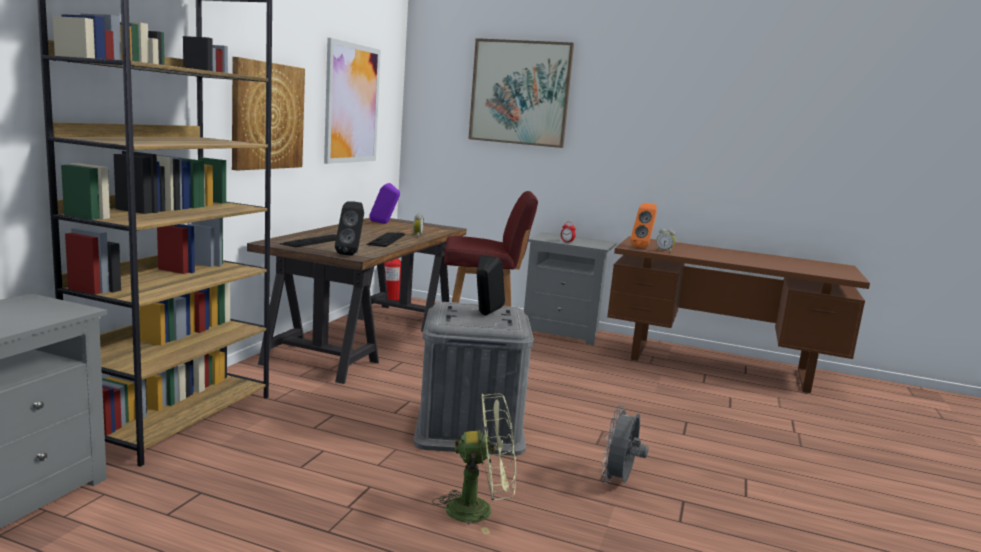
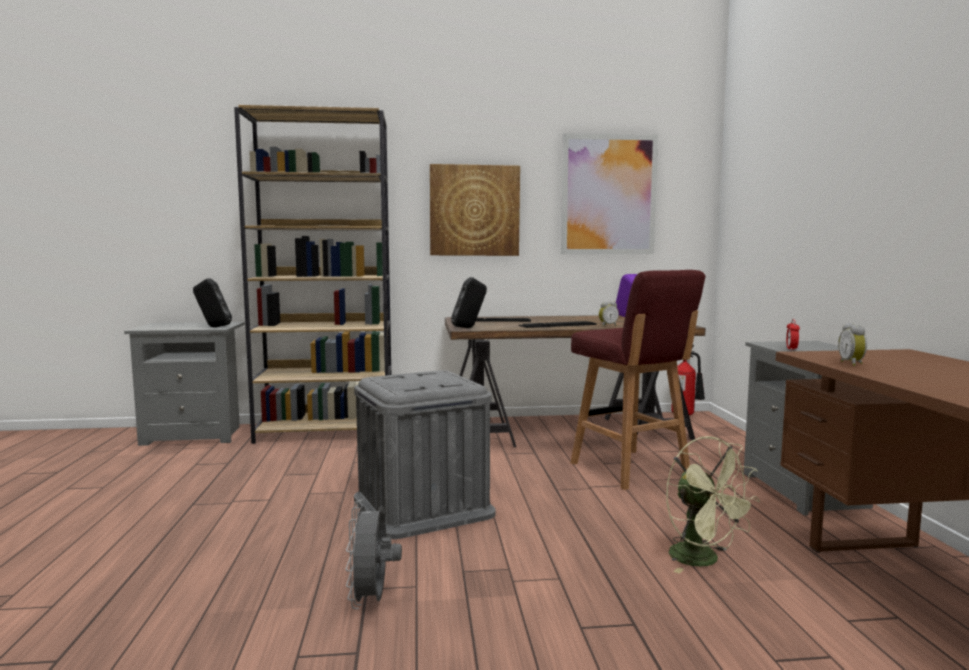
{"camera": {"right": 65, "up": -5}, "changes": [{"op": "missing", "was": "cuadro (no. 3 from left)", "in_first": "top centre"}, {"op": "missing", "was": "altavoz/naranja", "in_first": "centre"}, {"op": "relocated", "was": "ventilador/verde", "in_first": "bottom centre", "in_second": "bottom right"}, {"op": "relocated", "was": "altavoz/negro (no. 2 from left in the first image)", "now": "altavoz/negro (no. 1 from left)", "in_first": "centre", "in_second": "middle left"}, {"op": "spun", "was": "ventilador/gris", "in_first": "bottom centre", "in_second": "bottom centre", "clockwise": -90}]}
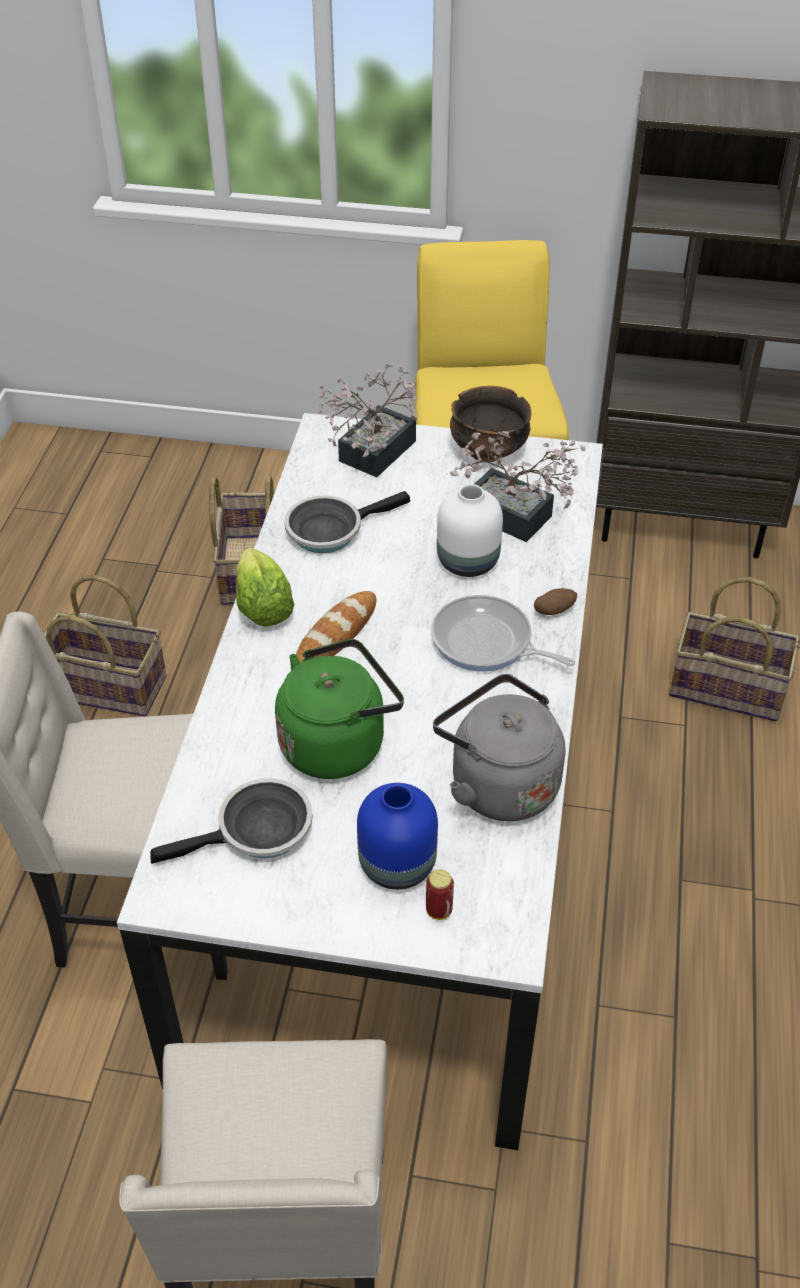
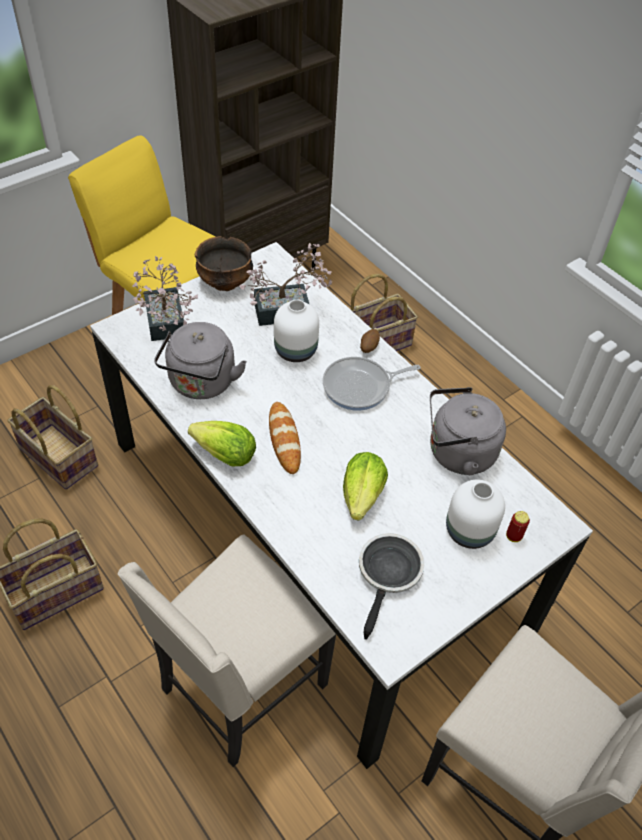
{"camera": {"right": -50, "up": 5}, "changes": [{"op": "exchanged", "was": "hervidor/verde", "now": "lechuga (no. 2 from left)", "in_first": "centre", "in_second": "centre"}, {"op": "exchanged", "was": "sartén (no. 2 from left)", "now": "hervidor/gris (no. 1 from left)", "in_first": "centre", "in_second": "middle left"}, {"op": "colour", "was": "florero/azul", "now": "florero/blanco (no. 2 from left)", "in_first": "centre", "in_second": "middle right"}]}
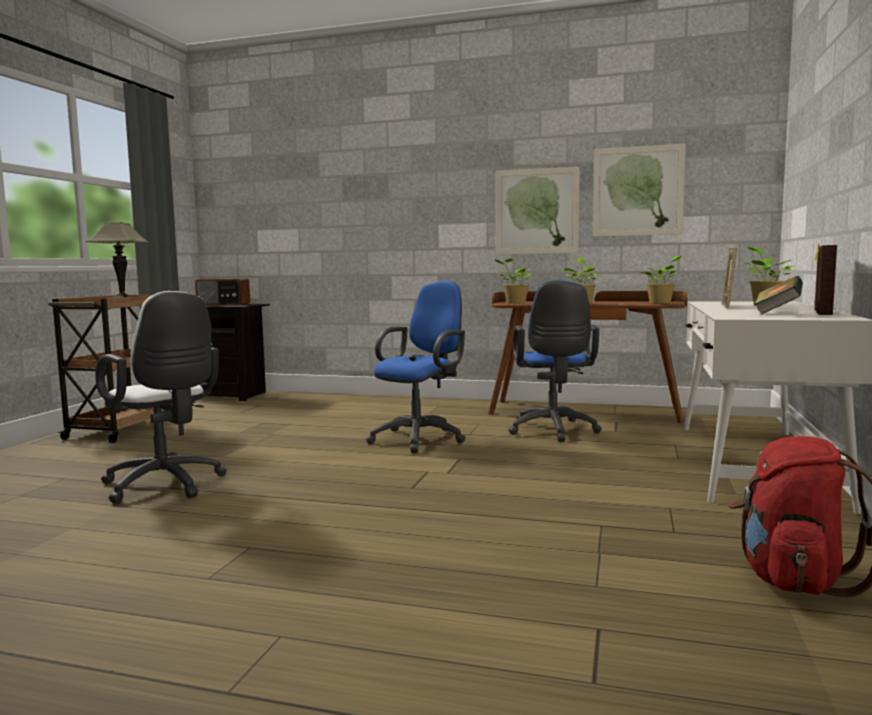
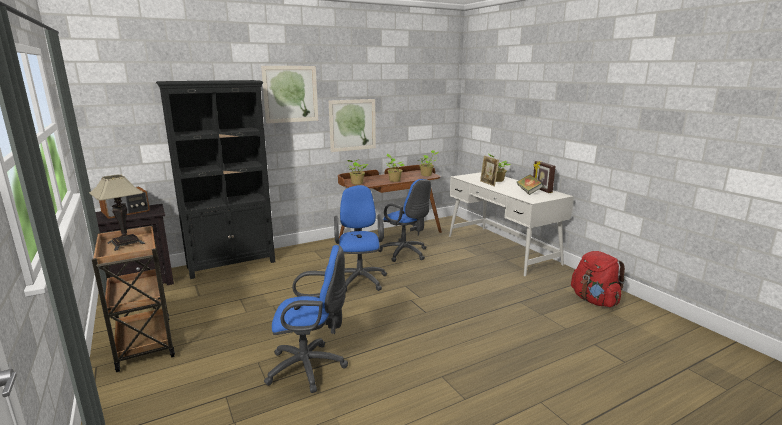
{"camera": {"right": -45, "up": 10}, "changes": [{"op": "appeared", "now": "estantería/negro", "in_second": "middle left"}, {"op": "relocated", "was": "cuadro (no. 2 from left in the first image)", "now": "cuadro (no. 1 from left)", "in_first": "top right", "in_second": "top centre"}, {"op": "colour", "was": "silla de oficina/blanco", "now": "silla de oficina/azul (no. 1 from left)", "in_first": "middle left", "in_second": "bottom centre"}]}
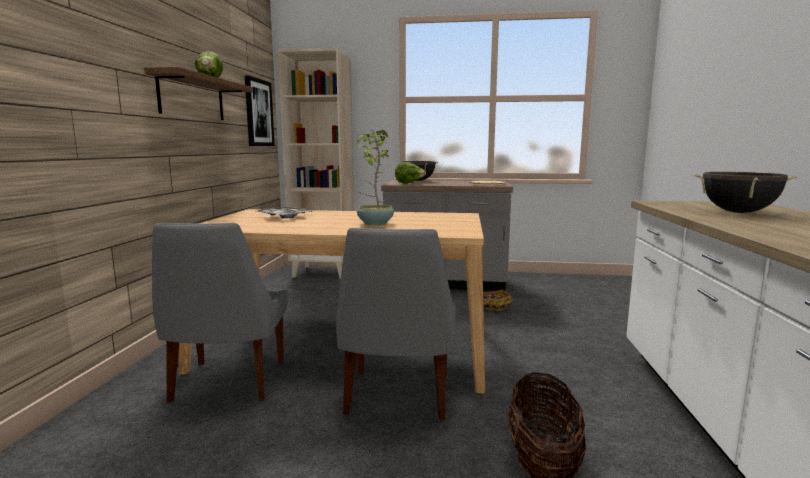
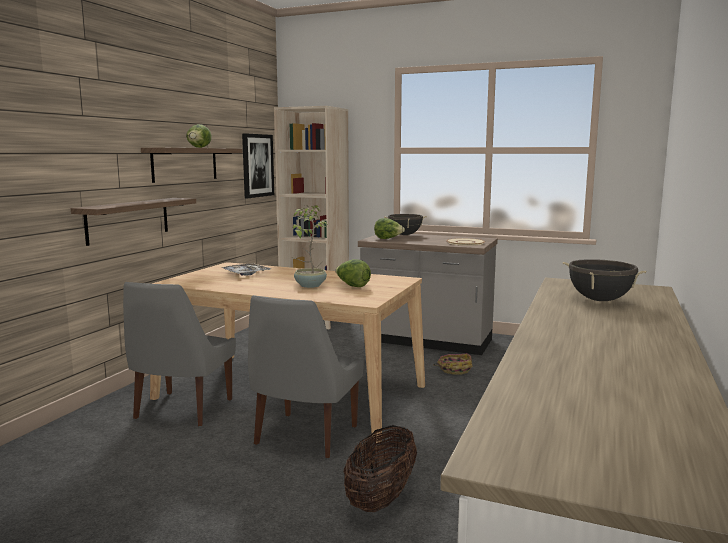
{"camera": {"right": 15, "up": 0}, "changes": [{"op": "appeared", "now": "estante (no. 1 from left)", "in_second": "middle left"}, {"op": "appeared", "now": "lechuga (no. 2 from left)", "in_second": "centre"}]}
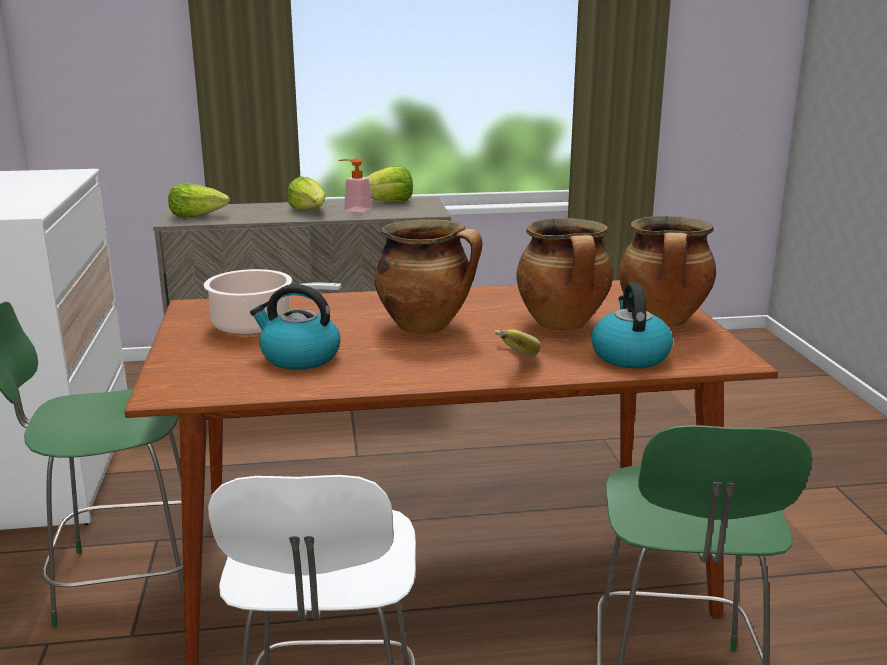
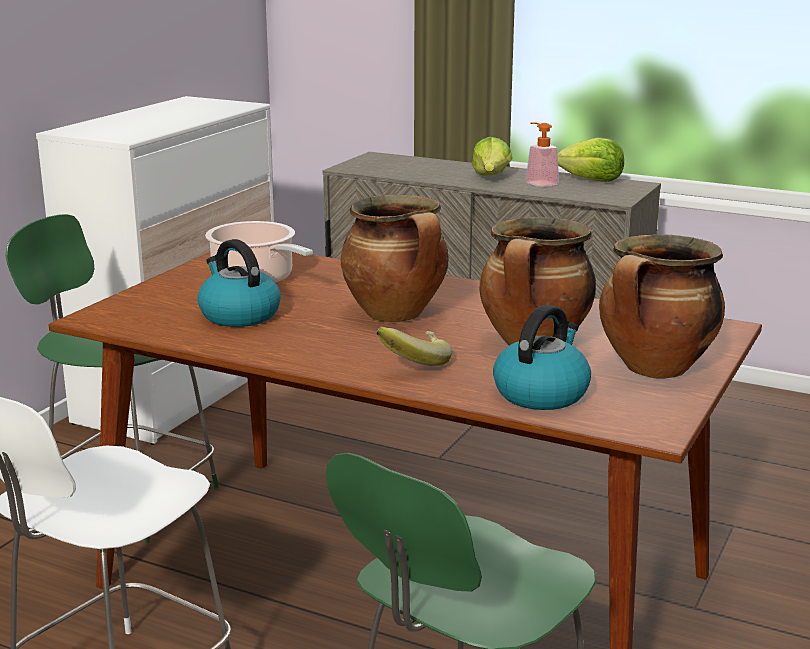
{"camera": {"right": 35, "up": 0}, "changes": [{"op": "missing", "was": "lechuga (no. 1 from left)", "in_first": "top left"}]}
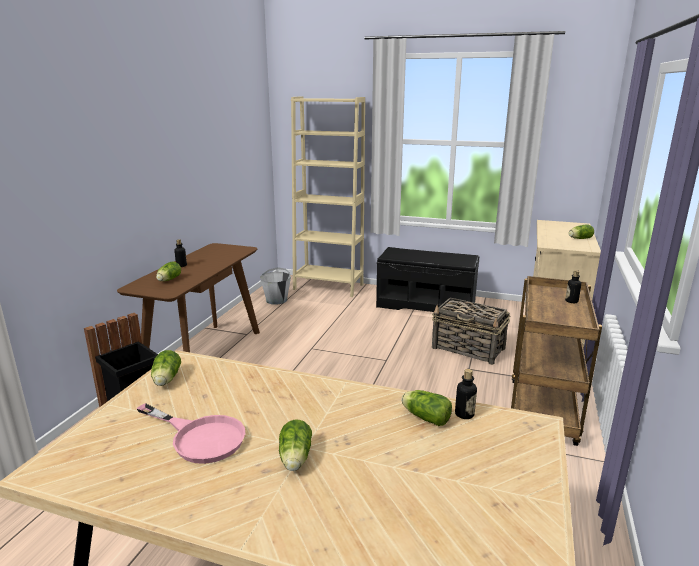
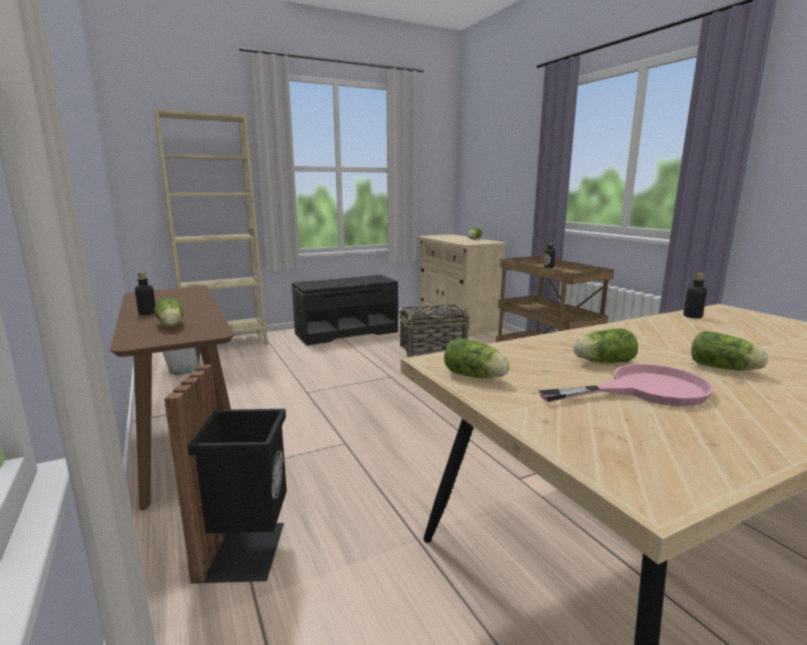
{"camera": {"right": -45, "up": -5}, "changes": [{"op": "relocated", "was": "lechuga (no. 4 from left)", "in_first": "bottom centre", "in_second": "middle right"}]}
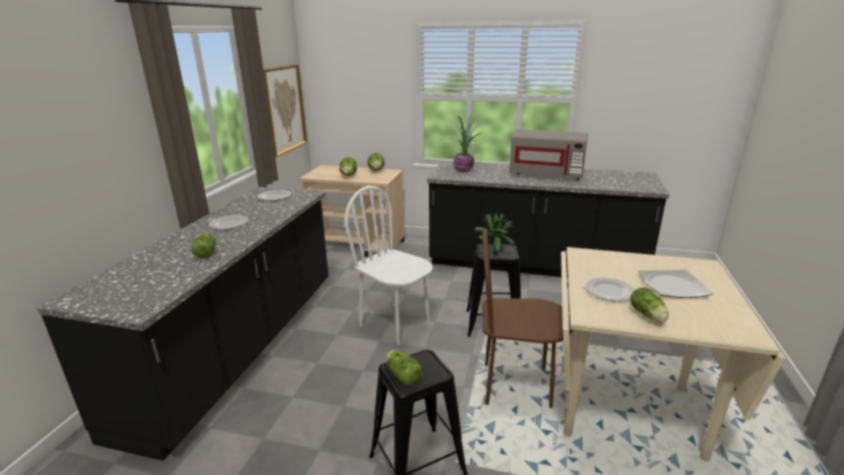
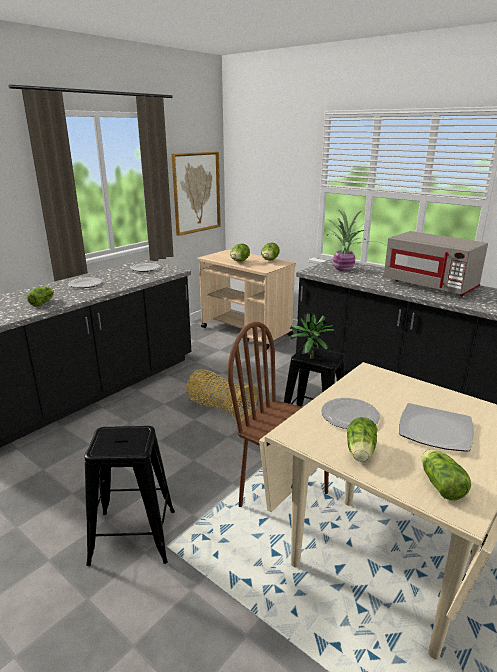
{"camera": {"right": 25, "up": 0}, "changes": [{"op": "relocated", "was": "lechuga (no. 4 from left in the first image)", "now": "lechuga (no. 5 from left)", "in_first": "bottom centre", "in_second": "bottom right"}, {"op": "exchanged", "was": "silla/blanco", "now": "cesta", "in_first": "centre", "in_second": "centre"}]}
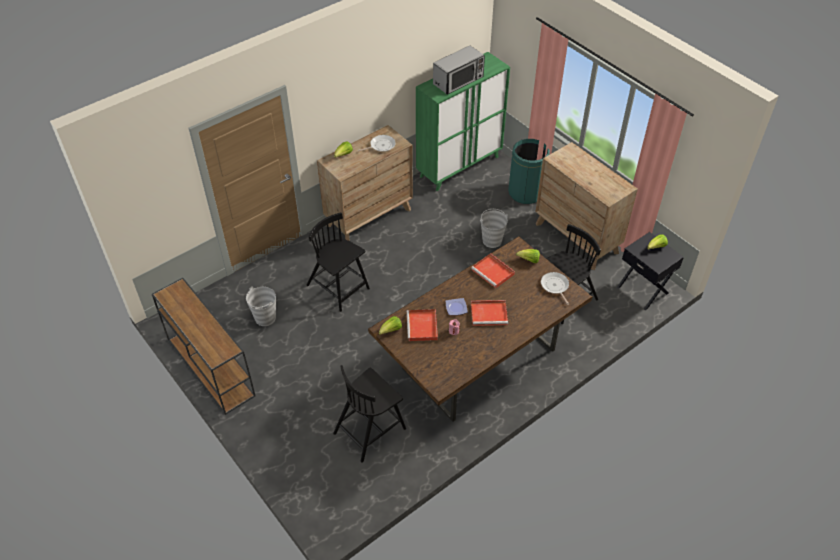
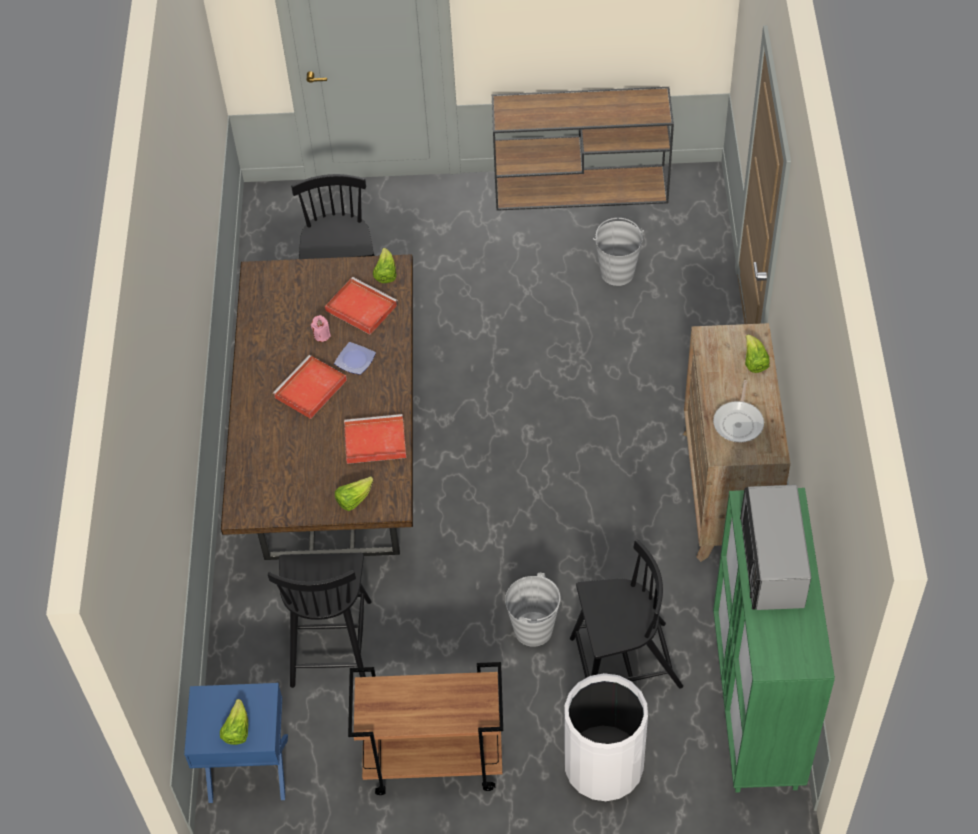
{"camera": {"right": 130, "up": 5}, "changes": [{"op": "missing", "was": "sartén (no. 2 from left)", "in_first": "centre"}, {"op": "relocated", "was": "silla/negro (no. 1 from left in the first image)", "now": "silla/negro (no. 3 from left)", "in_first": "centre", "in_second": "bottom centre"}, {"op": "exchanged", "was": "cómoda/marrón (no. 2 from left)", "now": "carrito/marrón", "in_first": "middle right", "in_second": "bottom centre"}, {"op": "colour", "was": "papelera/verde", "now": "papelera/blanco", "in_first": "top centre", "in_second": "bottom centre"}, {"op": "colour", "was": "mesita de noche/negro", "now": "mesita de noche/azul", "in_first": "middle right", "in_second": "bottom left"}]}
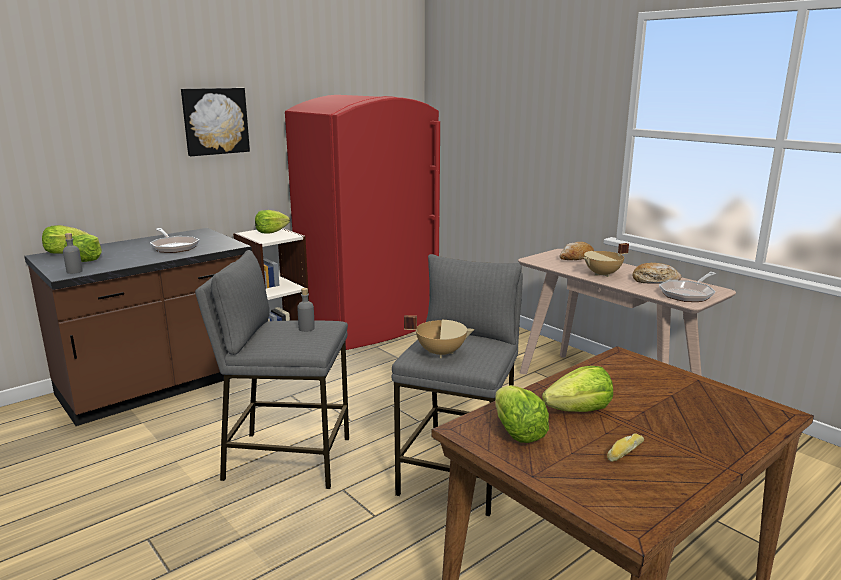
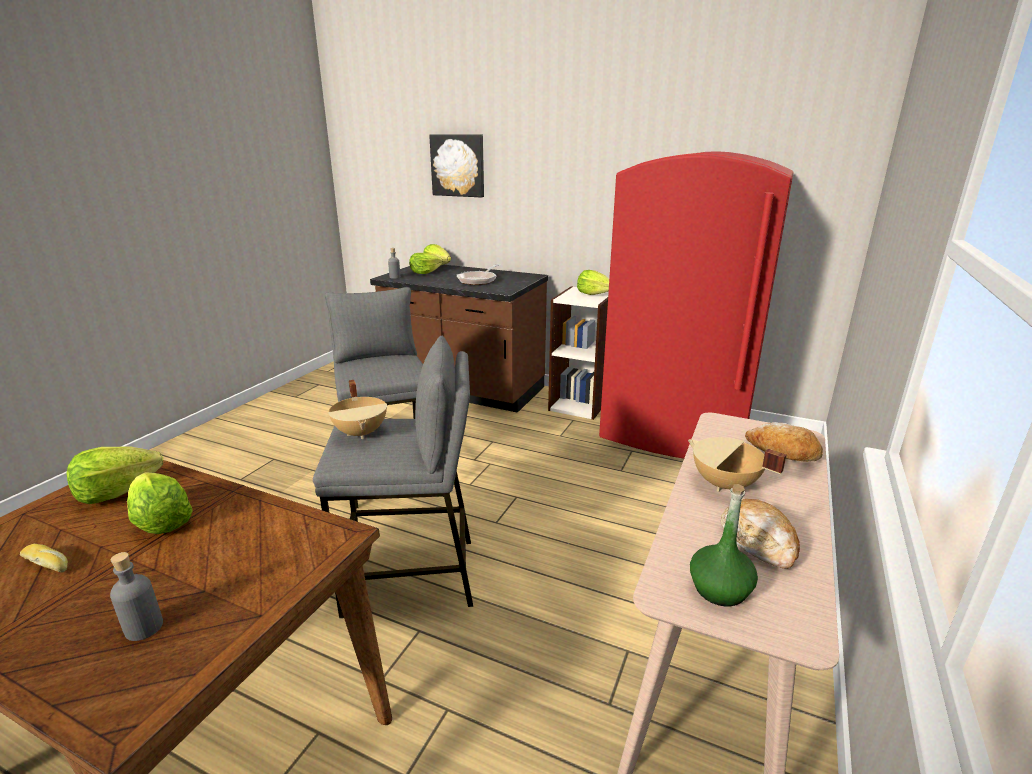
{"camera": {"right": 65, "up": 5}, "changes": [{"op": "relocated", "was": "cuadro", "in_first": "top left", "in_second": "top centre"}, {"op": "relocated", "was": "botella/gris (no. 2 from left in the first image)", "now": "botella/gris (no. 1 from left)", "in_first": "centre", "in_second": "bottom left"}, {"op": "exchanged", "was": "sartén (no. 2 from left)", "now": "botella/verde", "in_first": "middle right", "in_second": "bottom right"}]}
